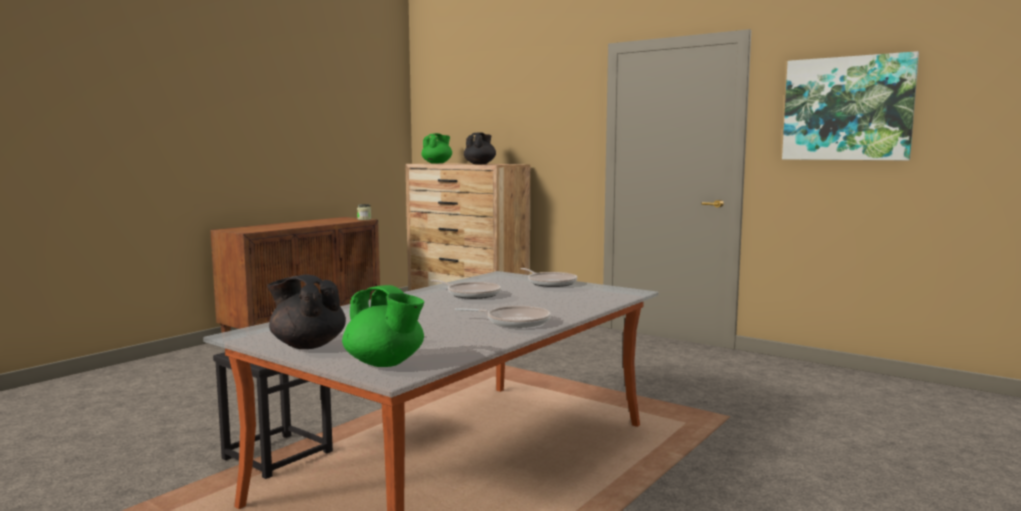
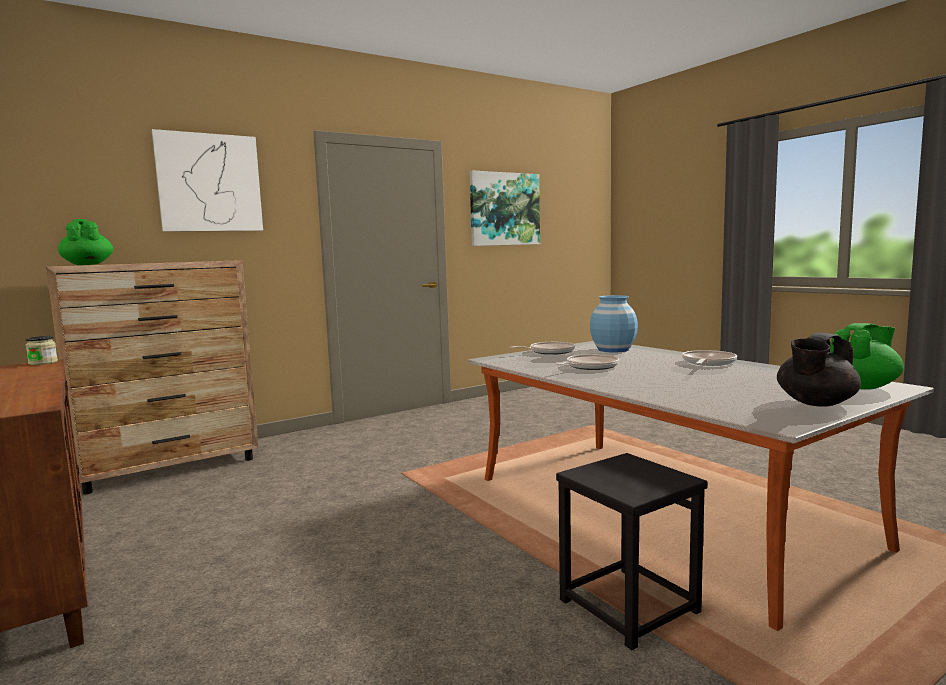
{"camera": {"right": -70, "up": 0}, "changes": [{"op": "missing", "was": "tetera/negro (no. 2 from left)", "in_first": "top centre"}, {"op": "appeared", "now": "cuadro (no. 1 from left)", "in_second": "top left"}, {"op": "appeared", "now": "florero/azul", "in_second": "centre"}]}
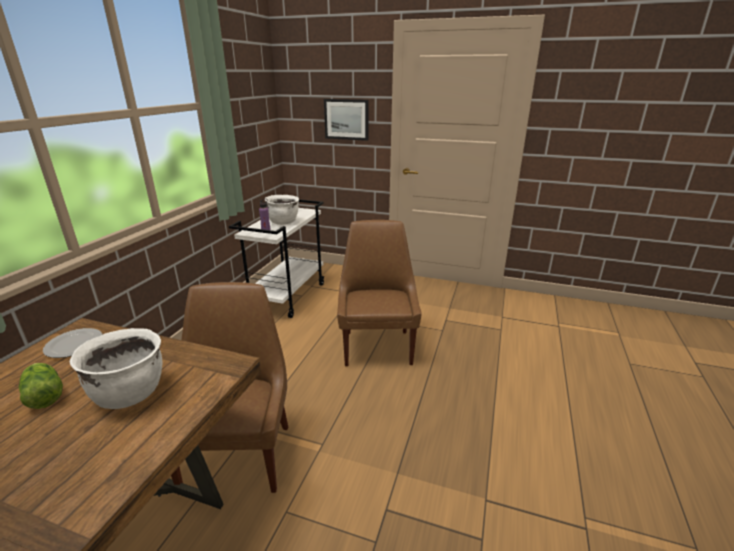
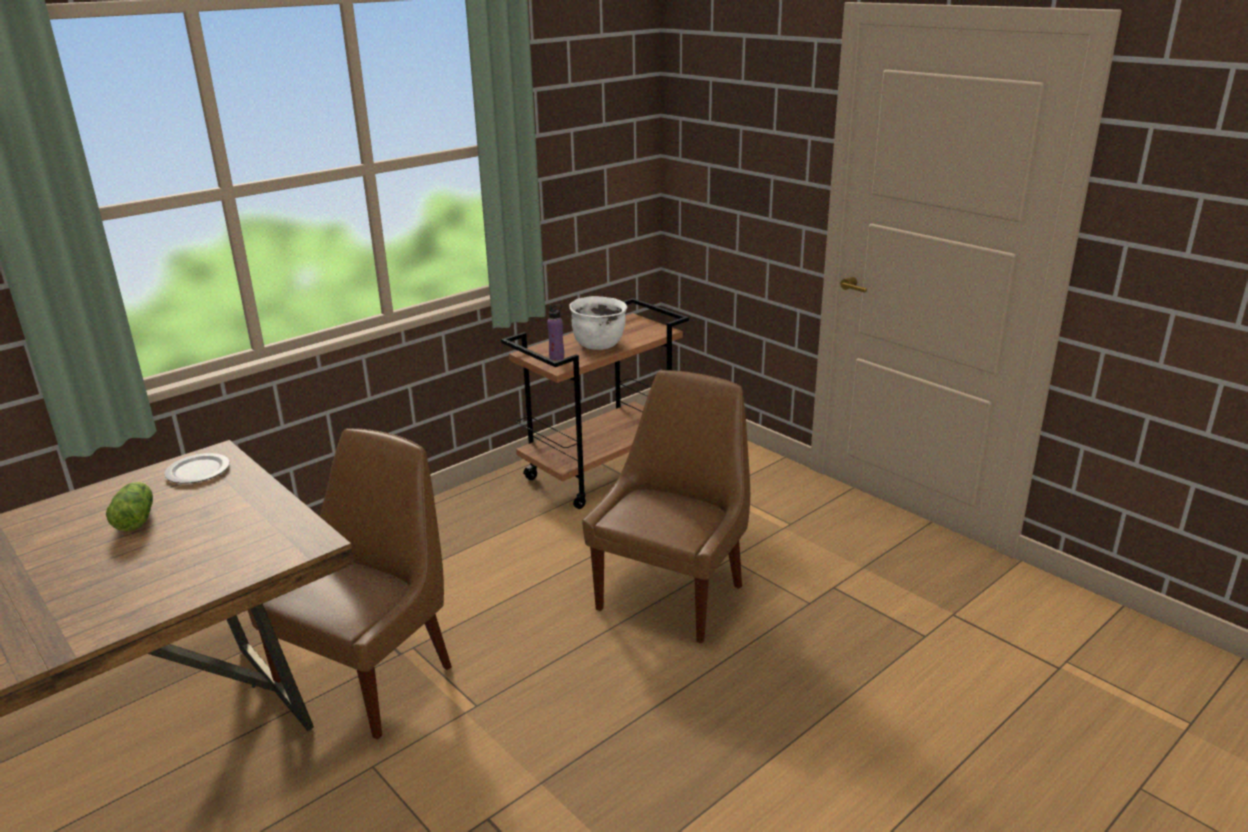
{"camera": {"right": 30, "up": 0}, "changes": [{"op": "missing", "was": "olla/blanco (no. 1 from left)", "in_first": "bottom left"}, {"op": "missing", "was": "cuadro", "in_first": "top centre"}, {"op": "colour", "was": "carrito/blanco", "now": "carrito/marrón", "in_first": "centre", "in_second": "centre"}]}
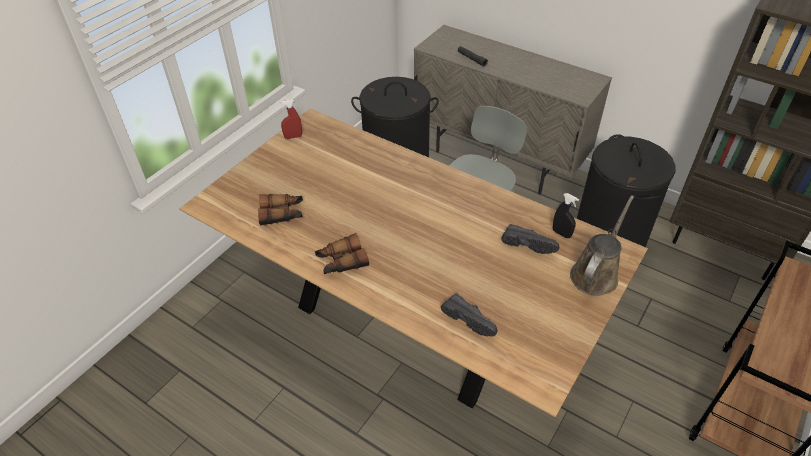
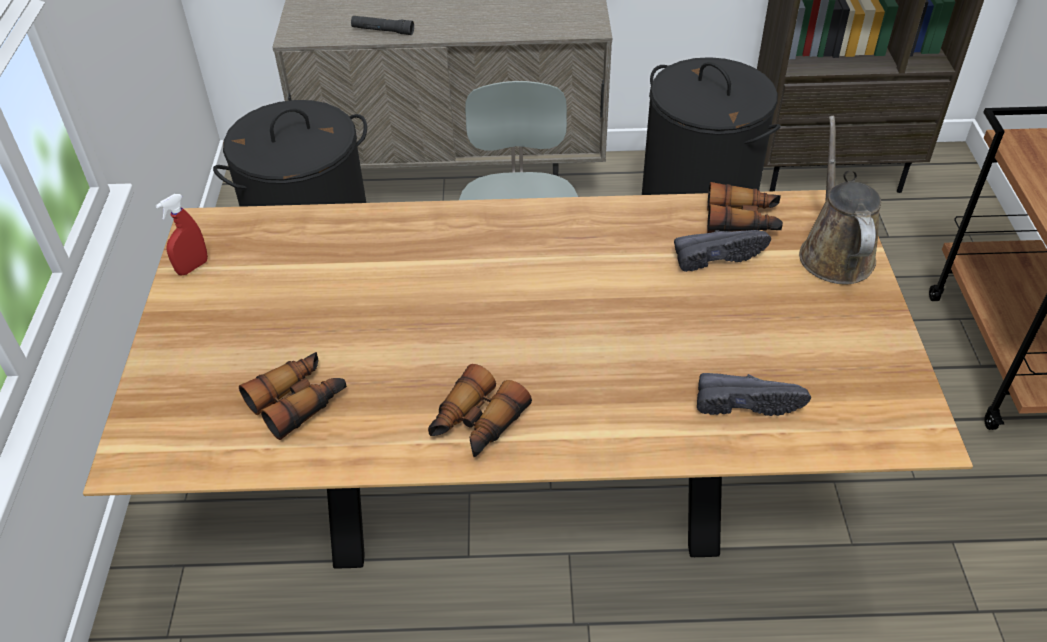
{"camera": {"right": -35, "up": 0}, "changes": [{"op": "exchanged", "was": "pulverizador/negro", "now": "prismáticos (no. 3 from left)", "in_first": "middle right", "in_second": "top right"}]}
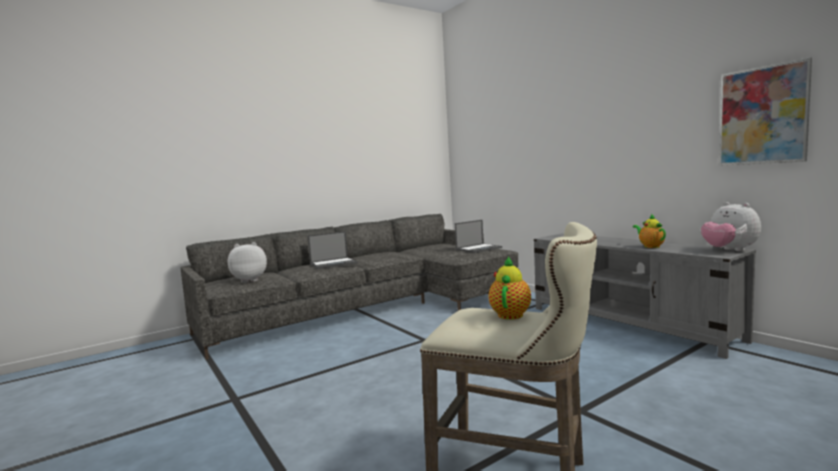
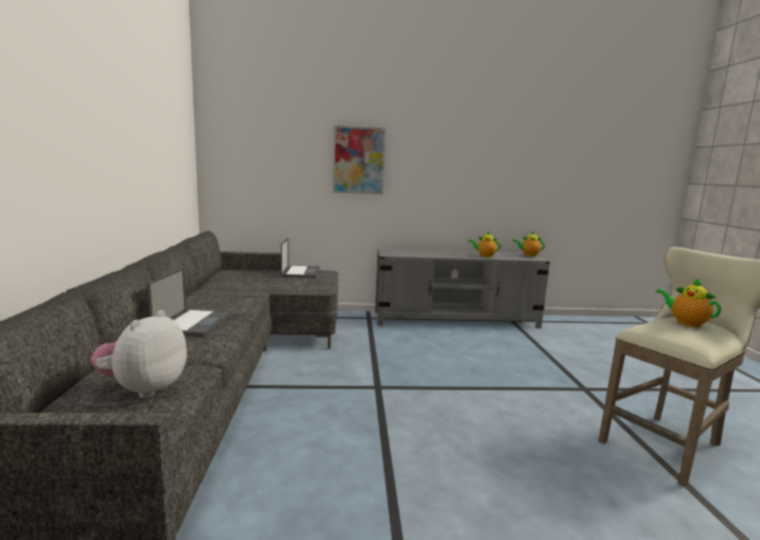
{"camera": {"right": -60, "up": 5}, "changes": [{"op": "relocated", "was": "cuadro", "in_first": "top right", "in_second": "top centre"}, {"op": "exchanged", "was": "peluche (no. 2 from left)", "now": "tetera (no. 2 from left)", "in_first": "middle right", "in_second": "middle right"}]}
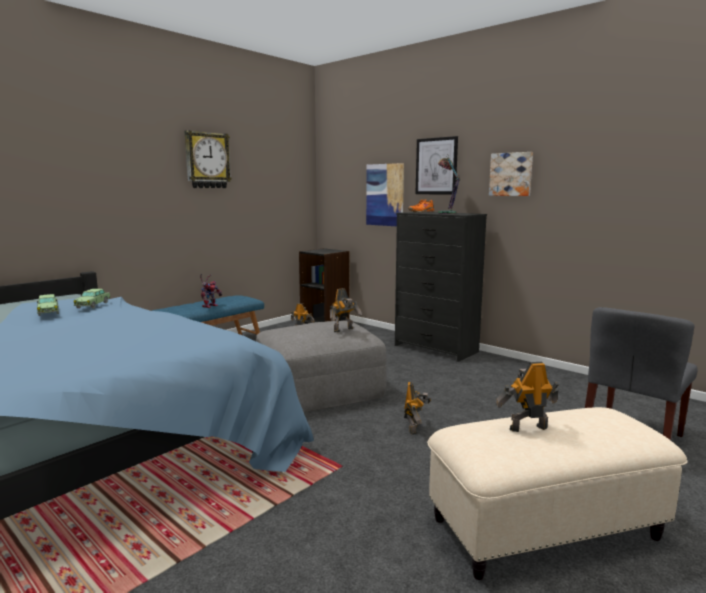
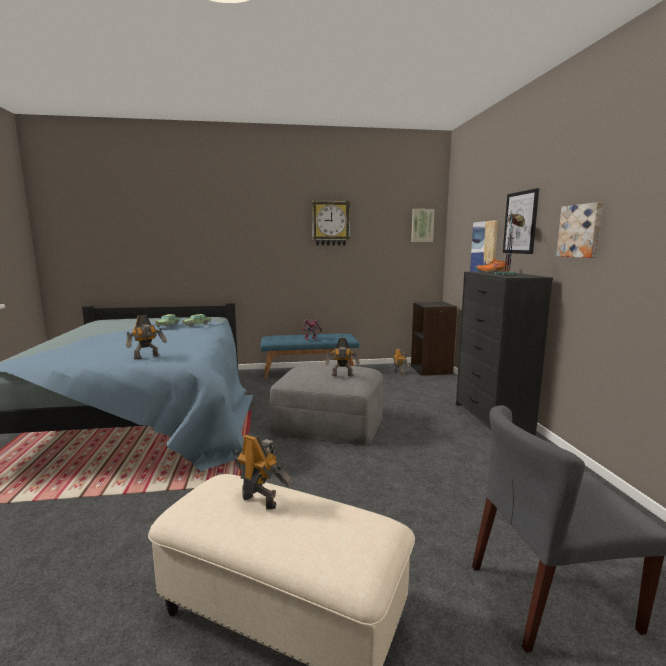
{"camera": {"right": 40, "up": 0}, "changes": [{"op": "appeared", "now": "cuadro (no. 1 from left)", "in_second": "centre"}, {"op": "relocated", "was": "robot de juguete (no. 4 from left in the first image)", "now": "robot de juguete (no. 1 from left)", "in_first": "bottom centre", "in_second": "middle left"}]}
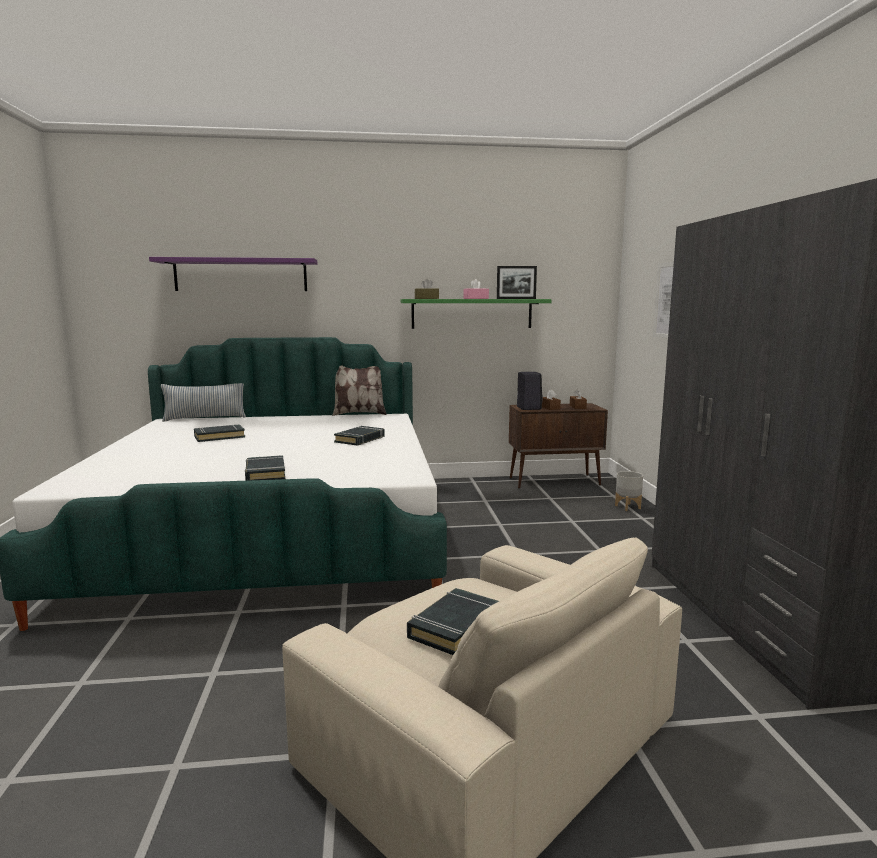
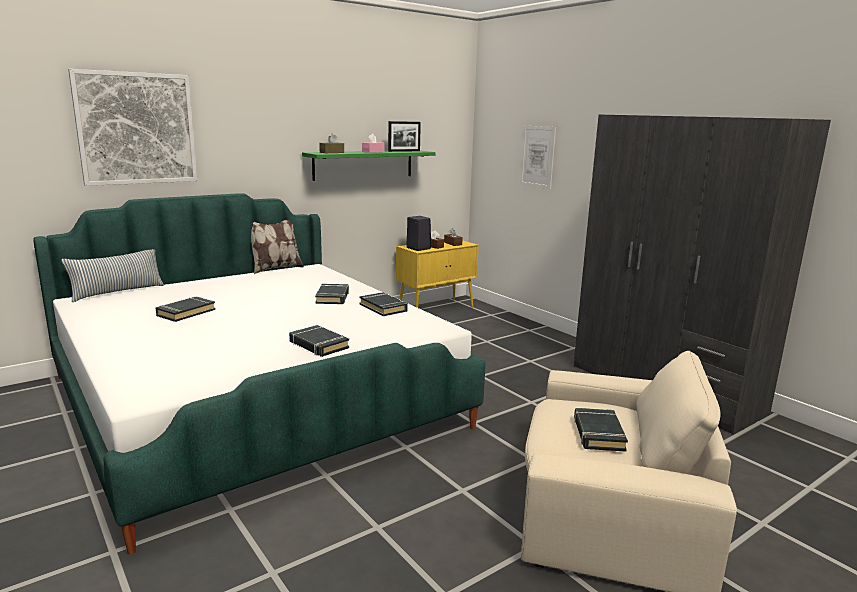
{"camera": {"right": -30, "up": 5}, "changes": [{"op": "missing", "was": "maceta/gris", "in_first": "middle right"}, {"op": "appeared", "now": "libro/negro (no. 4 from left)", "in_second": "centre"}, {"op": "exchanged", "was": "estante/morado", "now": "cuadro (no. 1 from left)", "in_first": "top left", "in_second": "top left"}, {"op": "colour", "was": "armario/marrón", "now": "armario/amarillo", "in_first": "centre", "in_second": "centre"}]}
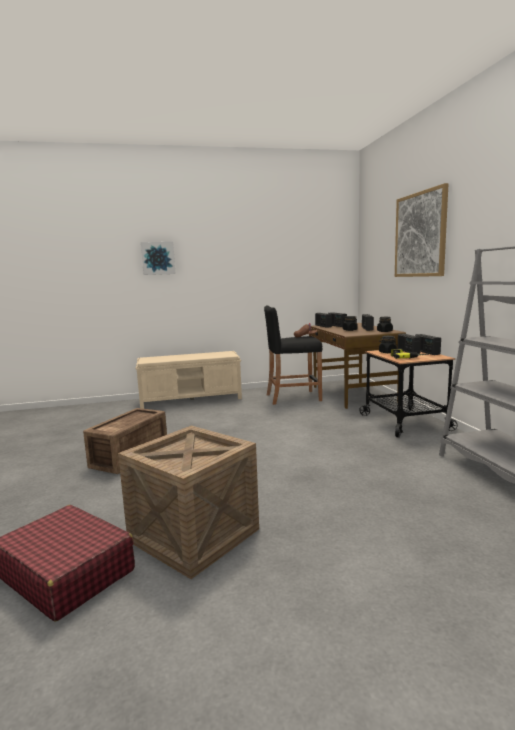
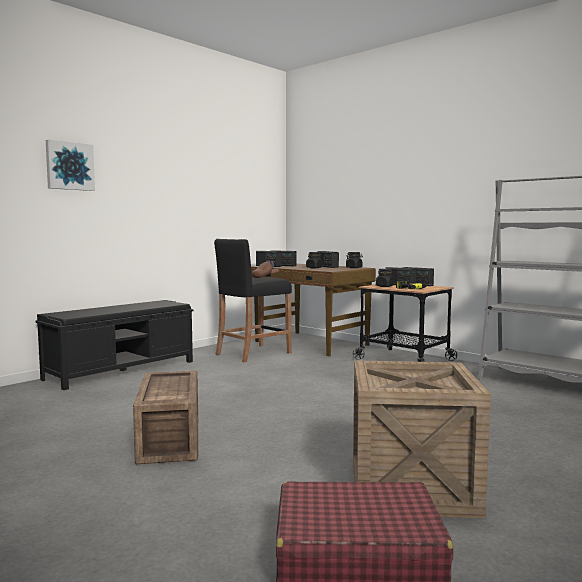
{"camera": {"right": -35, "up": -5}, "changes": [{"op": "missing", "was": "cuadro (no. 2 from left)", "in_first": "top right"}, {"op": "colour", "was": "banco/beis", "now": "banco/negro", "in_first": "centre", "in_second": "middle left"}]}
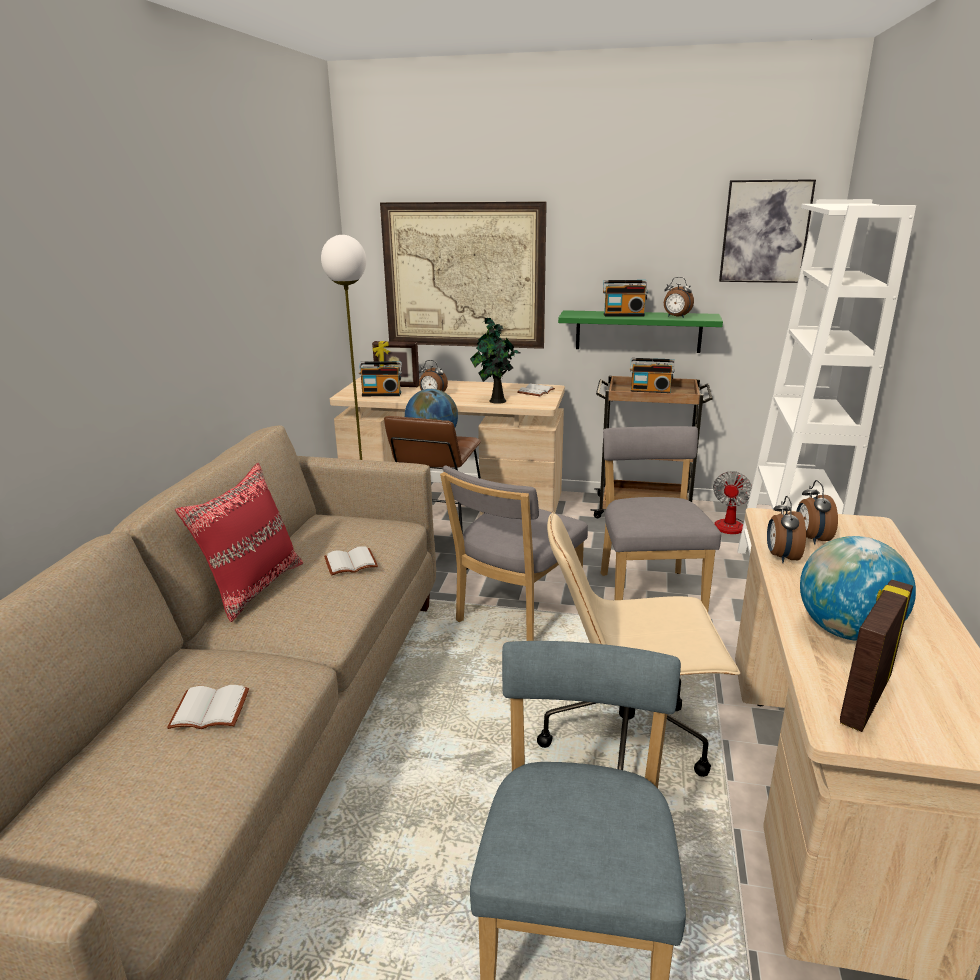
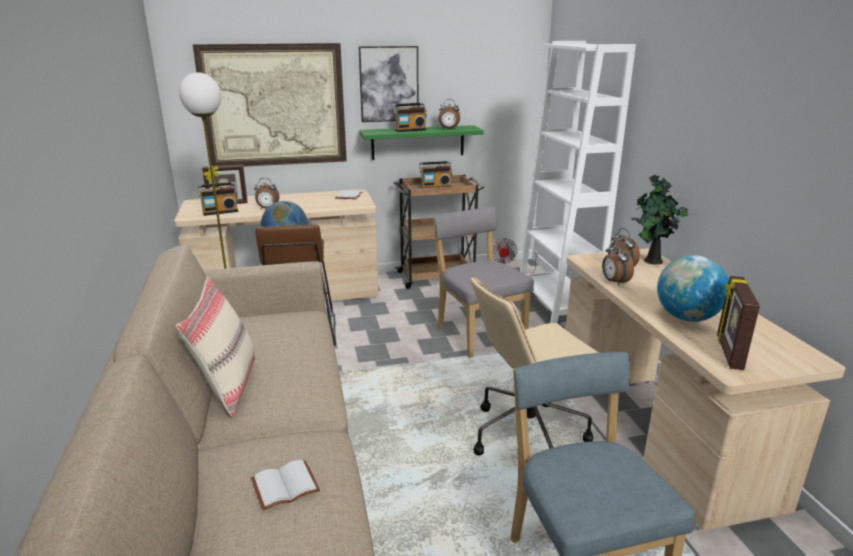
{"camera": {"right": -25, "up": 0}, "changes": [{"op": "missing", "was": "libro/blanco (no. 2 from left)", "in_first": "centre"}, {"op": "missing", "was": "silla/gris (no. 1 from left)", "in_first": "centre"}, {"op": "relocated", "was": "planta en maceta", "in_first": "centre", "in_second": "middle right"}, {"op": "relocated", "was": "cuadro (no. 2 from left)", "in_first": "top right", "in_second": "top centre"}, {"op": "colour", "was": "cojín/rojo", "now": "cojín/beis", "in_first": "middle left", "in_second": "middle left"}]}
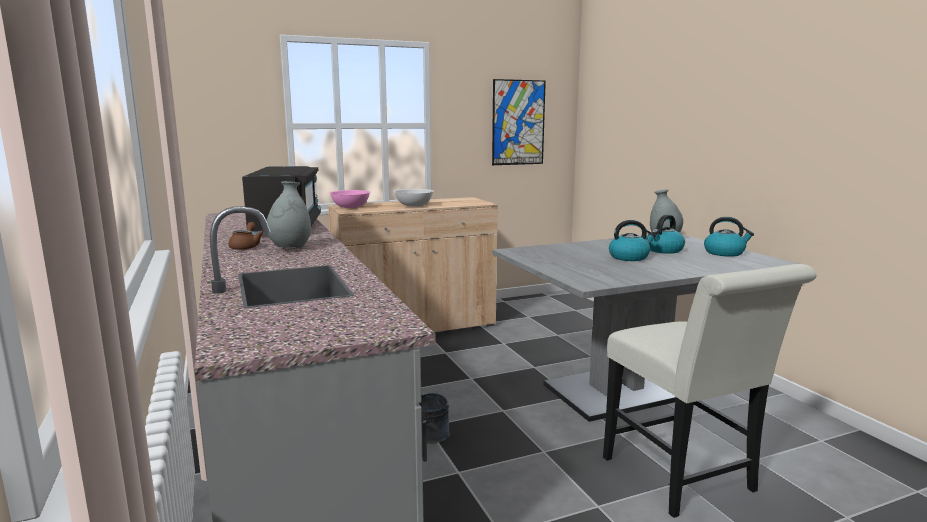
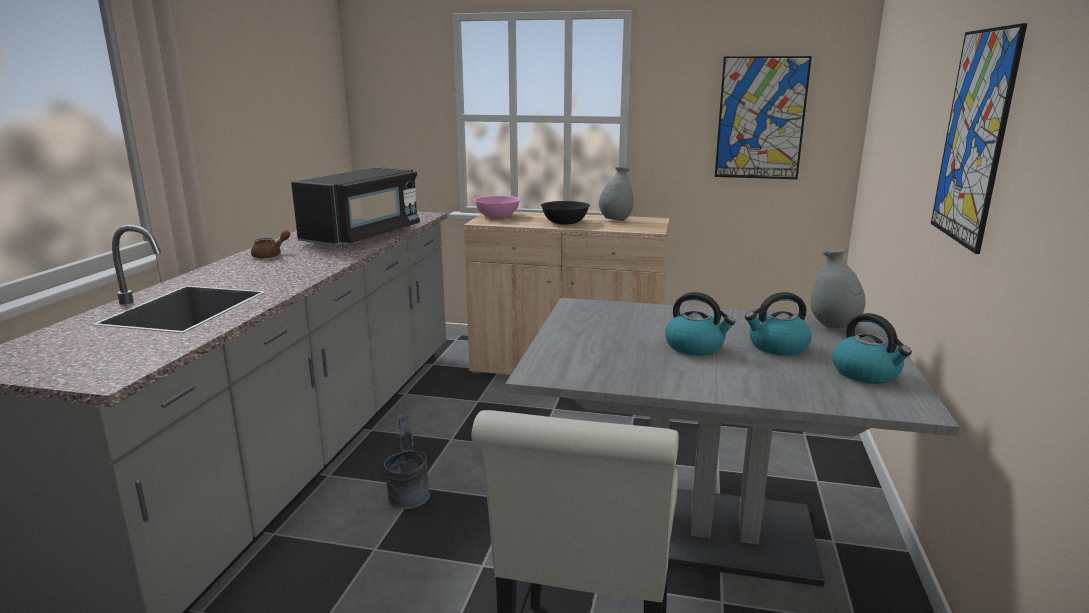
{"camera": {"right": 35, "up": 5}, "changes": [{"op": "appeared", "now": "cuadro (no. 2 from left)", "in_second": "top right"}, {"op": "relocated", "was": "florero/gris (no. 1 from left)", "in_first": "middle left", "in_second": "top centre"}, {"op": "colour", "was": "cuenco/blanco", "now": "cuenco/negro", "in_first": "centre", "in_second": "centre"}]}
